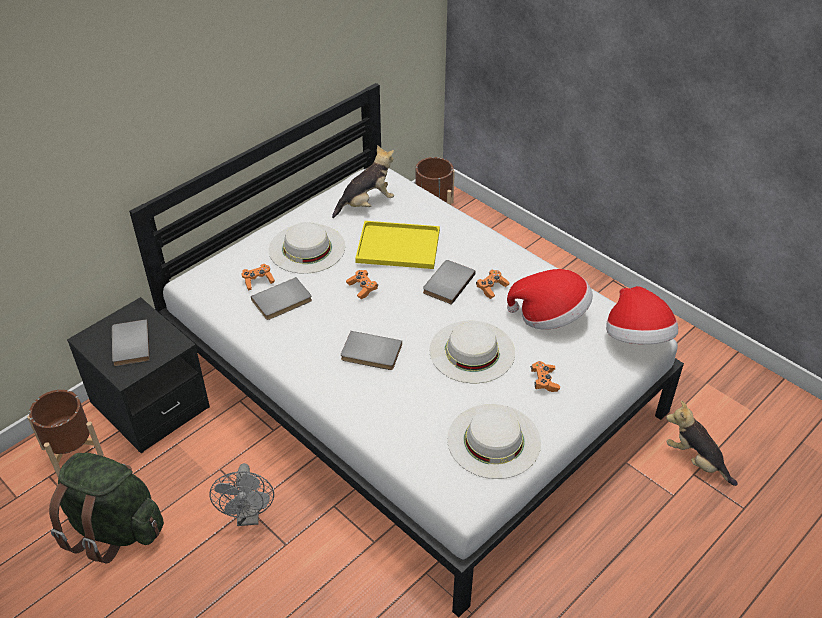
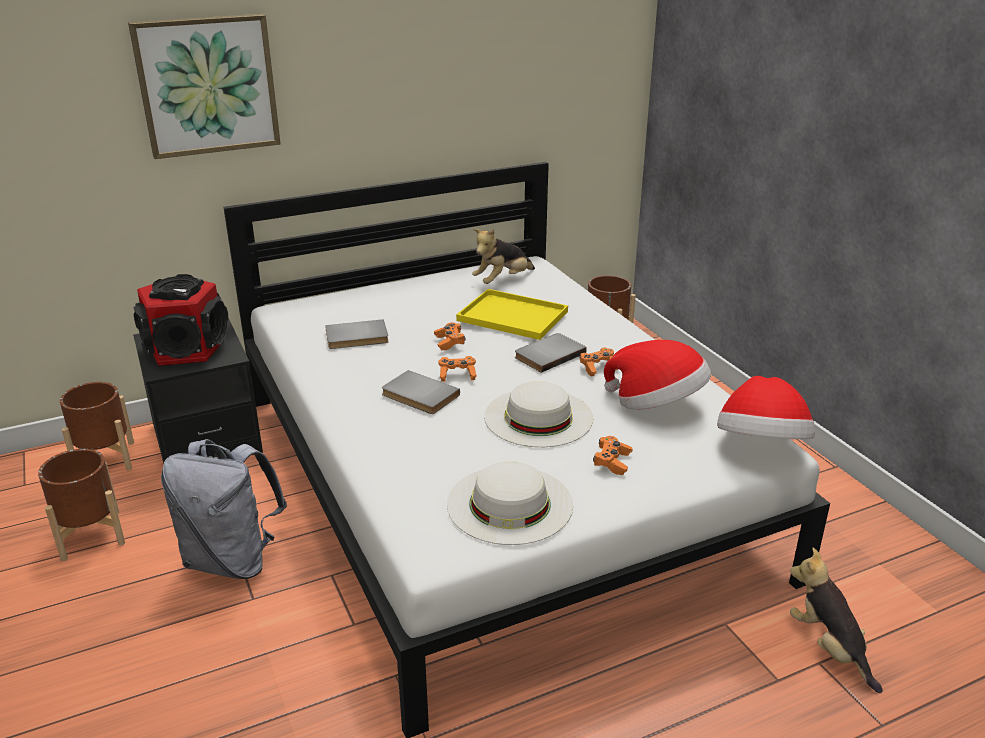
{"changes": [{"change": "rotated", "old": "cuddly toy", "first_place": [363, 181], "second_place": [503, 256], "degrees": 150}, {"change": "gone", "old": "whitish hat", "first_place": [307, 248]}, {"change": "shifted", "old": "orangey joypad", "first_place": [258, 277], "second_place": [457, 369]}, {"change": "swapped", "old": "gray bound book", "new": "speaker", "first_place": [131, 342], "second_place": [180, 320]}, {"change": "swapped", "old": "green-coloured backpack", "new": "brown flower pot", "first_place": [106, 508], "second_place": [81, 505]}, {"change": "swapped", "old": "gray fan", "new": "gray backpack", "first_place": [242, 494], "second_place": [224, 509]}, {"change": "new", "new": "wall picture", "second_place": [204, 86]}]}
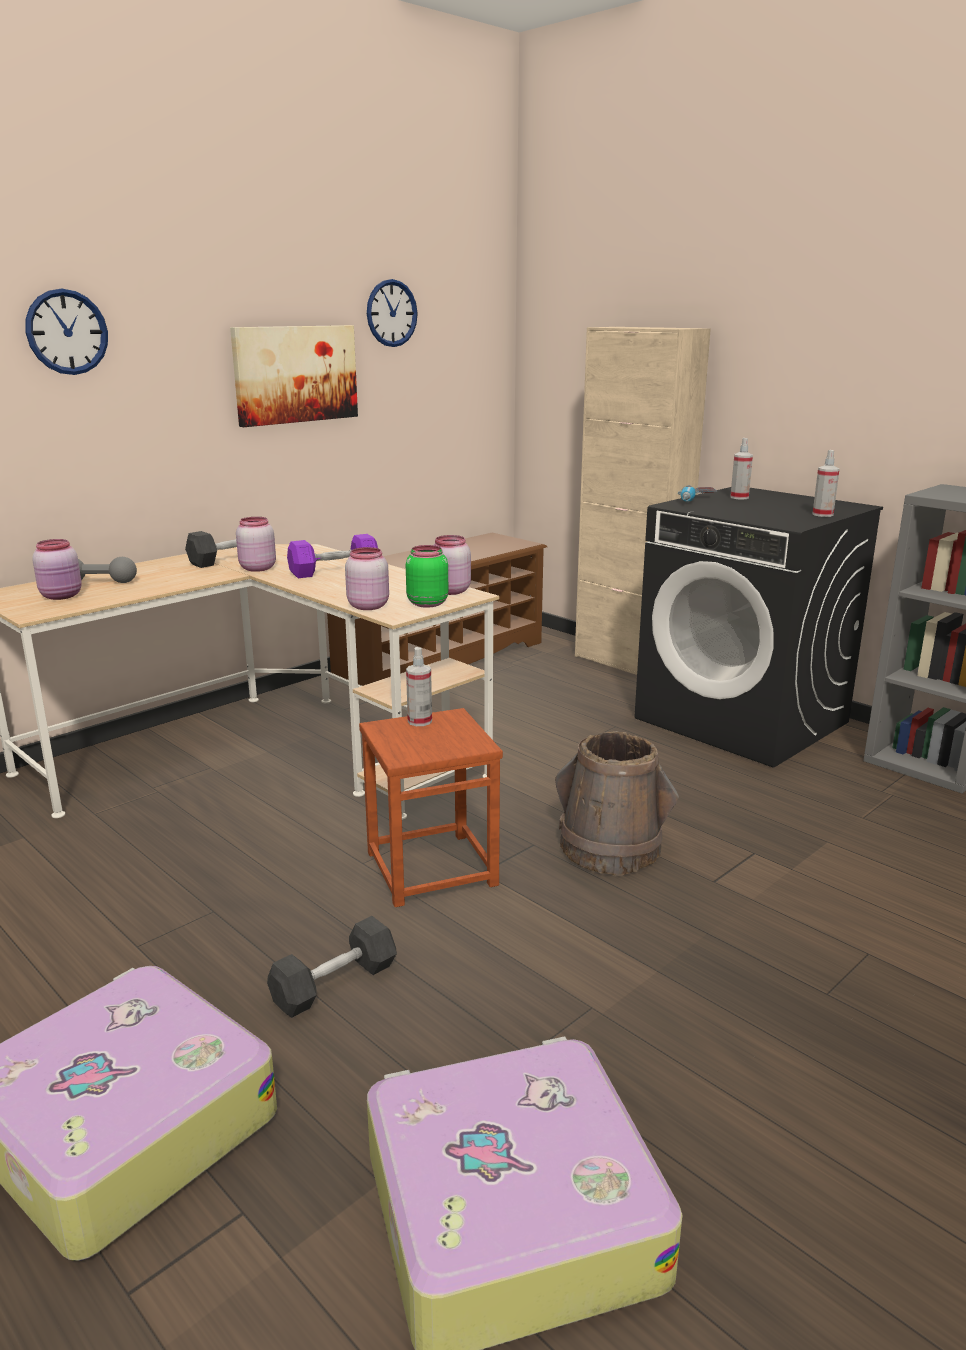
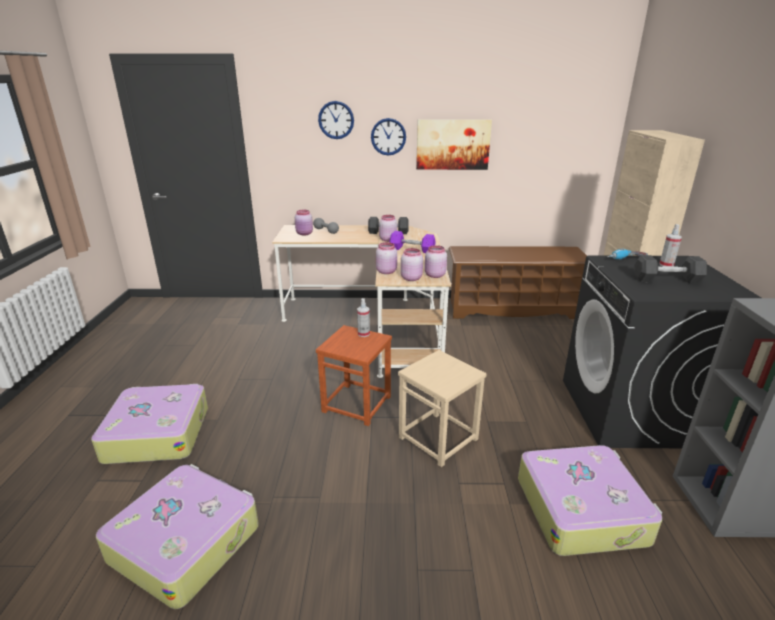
{"changes": [{"change": "shifted", "old": "wall clock", "first_place": [392, 313], "second_place": [388, 137]}, {"change": "gone", "old": "spray bottle", "first_place": [826, 483]}, {"change": "repainted", "old": "green-coloured jar", "new": "pinkish jar", "first_place": [427, 576], "second_place": [412, 264]}, {"change": "swapped", "old": "brown water bucket", "new": "beige-coloured stool", "first_place": [617, 803], "second_place": [442, 408]}, {"change": "shifted", "old": "gray dumbbell", "first_place": [332, 967], "second_place": [670, 269]}, {"change": "new", "new": "piece of luggage", "second_place": [590, 500]}]}
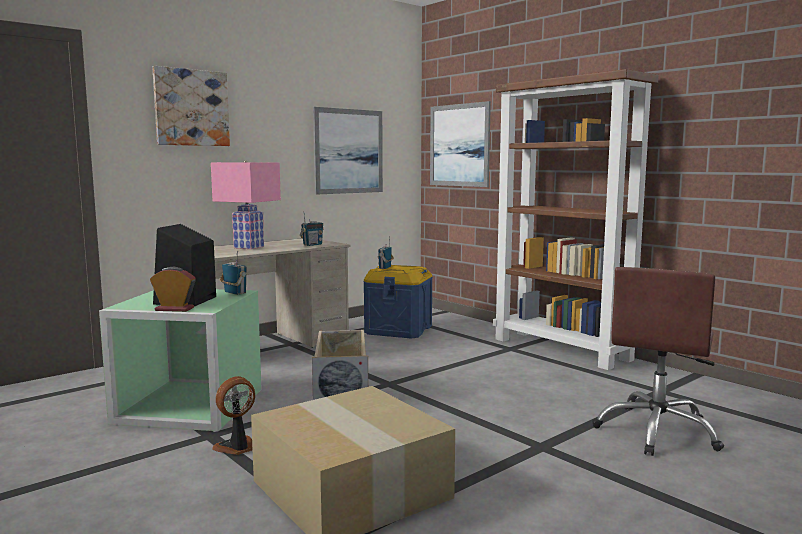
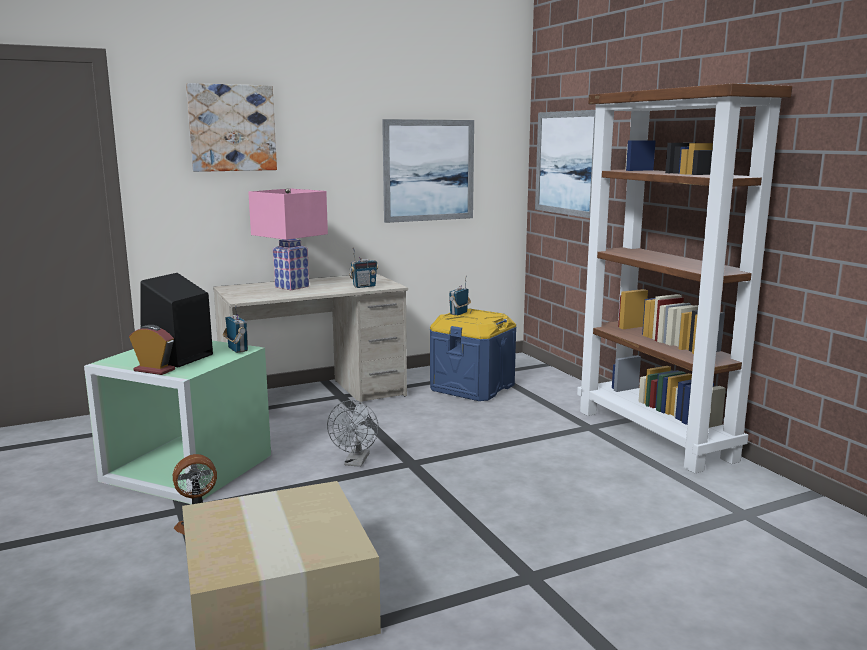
{"changes": [{"change": "gone", "old": "brown desk chair", "first_place": [658, 361]}, {"change": "swapped", "old": "beige-coloured storage box", "new": "gray fan", "first_place": [340, 365], "second_place": [353, 433]}]}
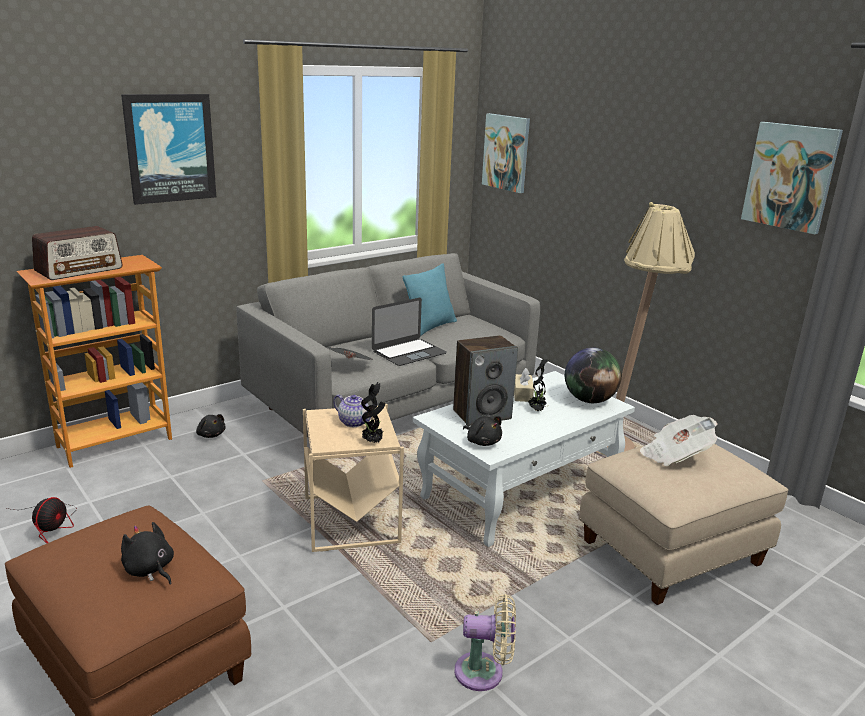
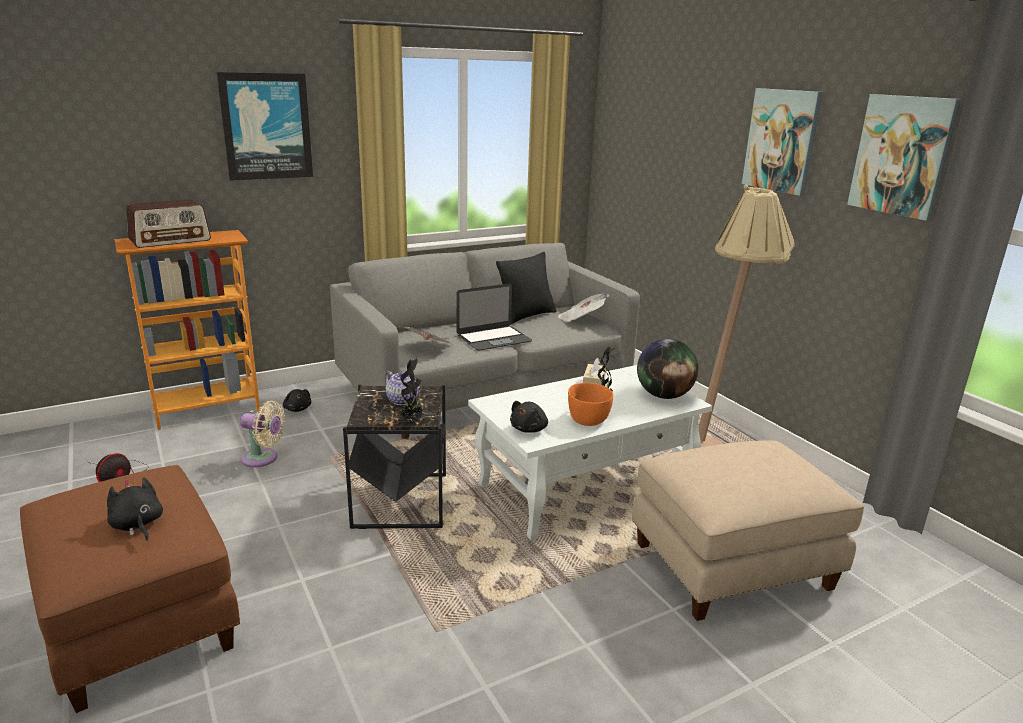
{"changes": [{"change": "shifted", "old": "wall picture", "first_place": [506, 153], "second_place": [782, 142]}, {"change": "repainted", "old": "turquoise cushion", "new": "black-coloured cushion", "first_place": [430, 299], "second_place": [526, 288]}, {"change": "gone", "old": "speaker", "first_place": [485, 380]}, {"change": "repainted", "old": "beige-coloured end table", "new": "black-coloured end table", "first_place": [353, 478], "second_place": [394, 456]}, {"change": "shifted", "old": "daily paper", "first_place": [679, 440], "second_place": [583, 308]}, {"change": "rotated", "old": "black-coloured cuddly toy", "first_place": [482, 431], "second_place": [529, 417], "degrees": 60}, {"change": "shifted", "old": "beige-coloured fan", "first_place": [485, 642], "second_place": [262, 434]}, {"change": "new", "new": "orangey deep dish", "second_place": [590, 404]}]}
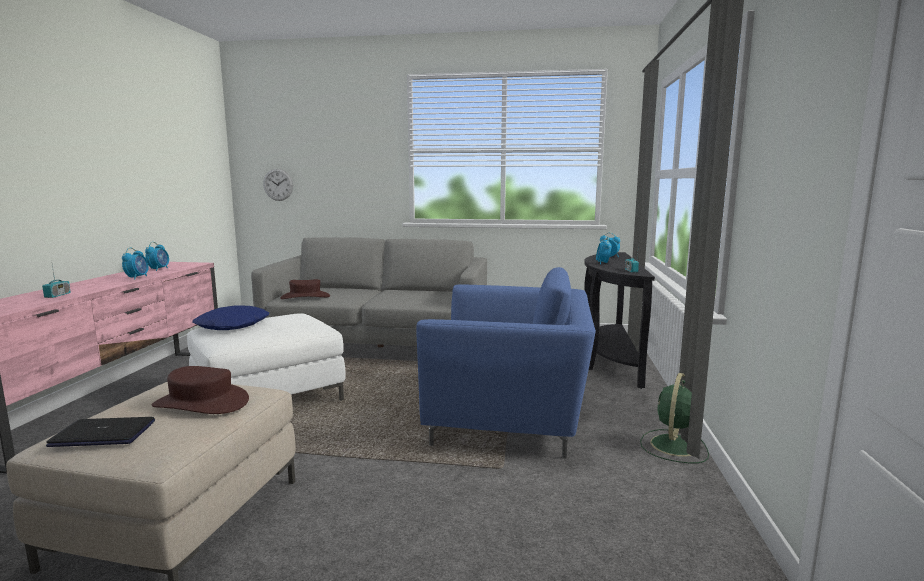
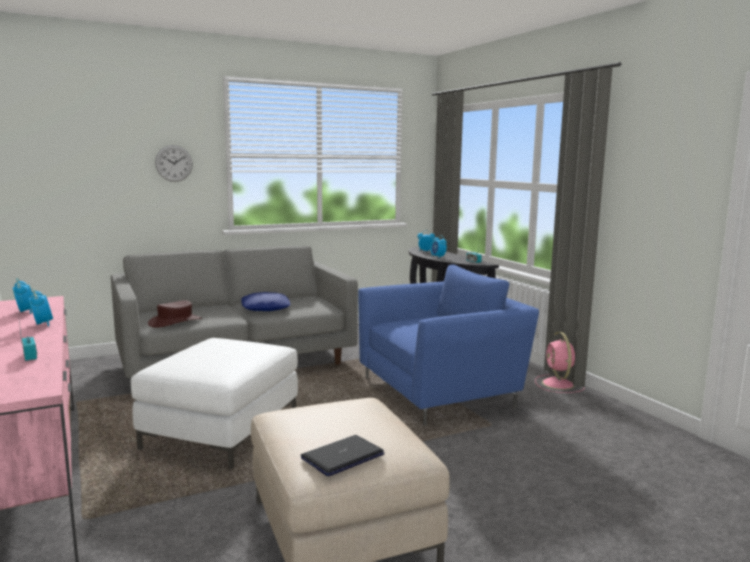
{"changes": [{"change": "shifted", "old": "wall clock", "first_place": [278, 185], "second_place": [174, 163]}, {"change": "shifted", "old": "blue cushion", "first_place": [230, 318], "second_place": [265, 301]}, {"change": "gone", "old": "brown hat", "first_place": [200, 390]}, {"change": "repainted", "old": "green-coloured fan", "new": "pinkish fan", "first_place": [674, 418], "second_place": [560, 362]}]}
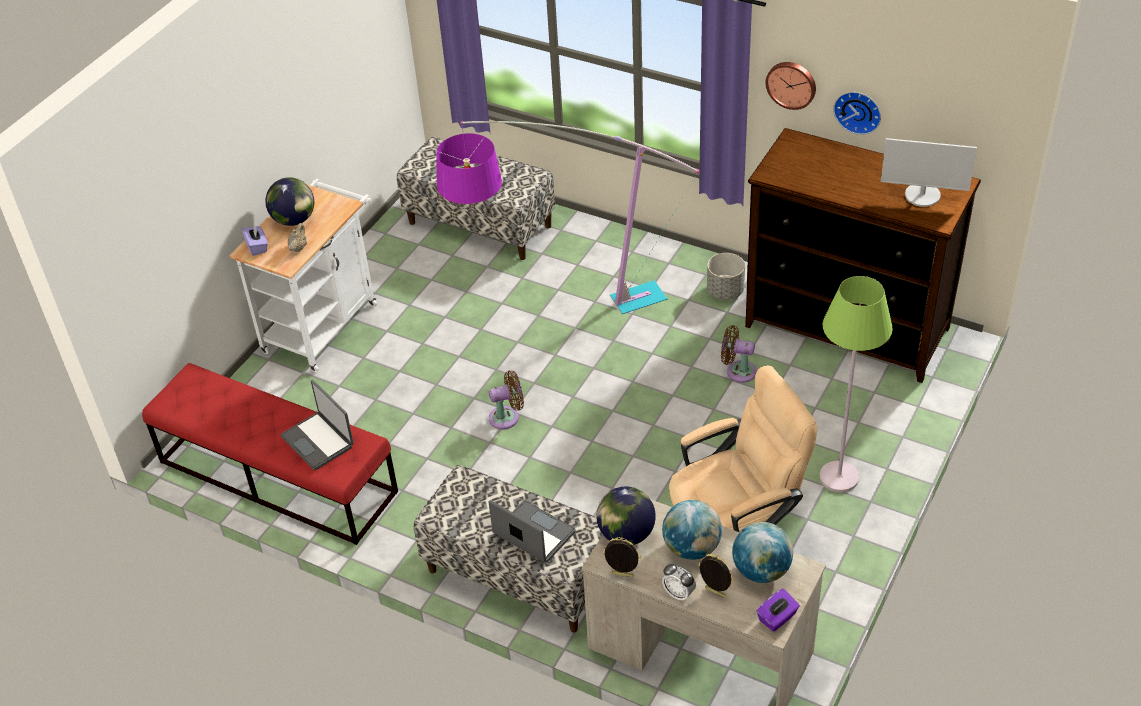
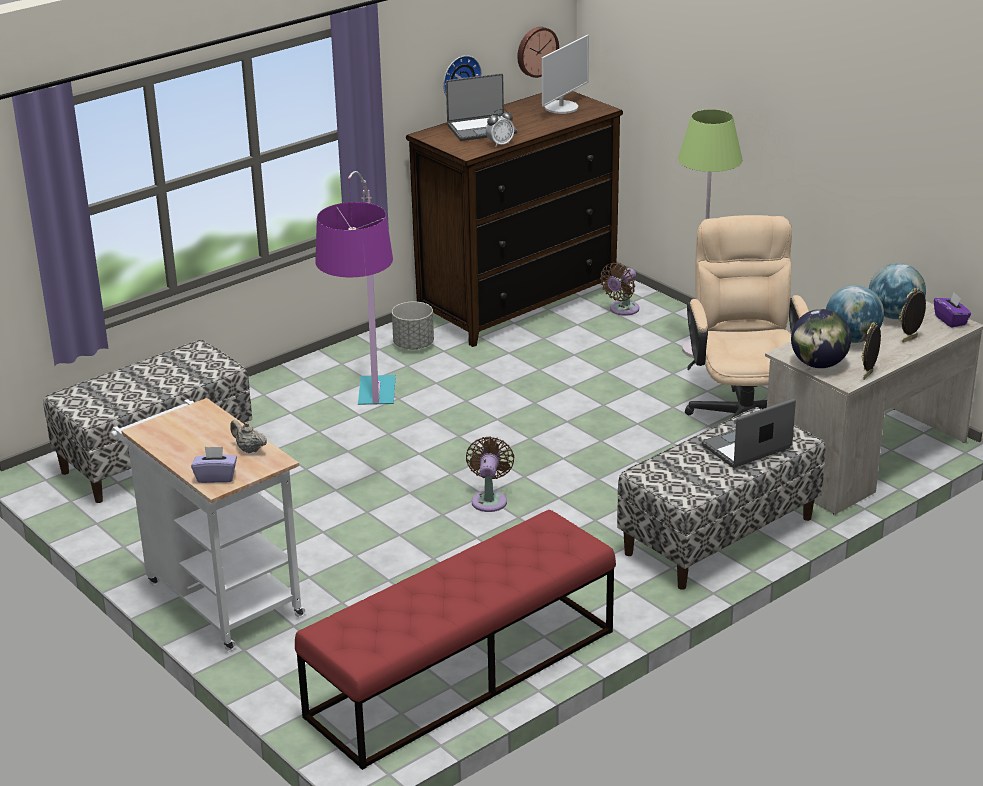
{"changes": [{"change": "shifted", "old": "wall clock", "first_place": [790, 86], "second_place": [538, 52]}, {"change": "gone", "old": "globe", "first_place": [289, 201]}, {"change": "shifted", "old": "brown fan", "first_place": [739, 354], "second_place": [619, 289]}, {"change": "shifted", "old": "laptop", "first_place": [317, 425], "second_place": [481, 107]}, {"change": "shifted", "old": "table clock", "first_place": [679, 583], "second_place": [500, 128]}]}
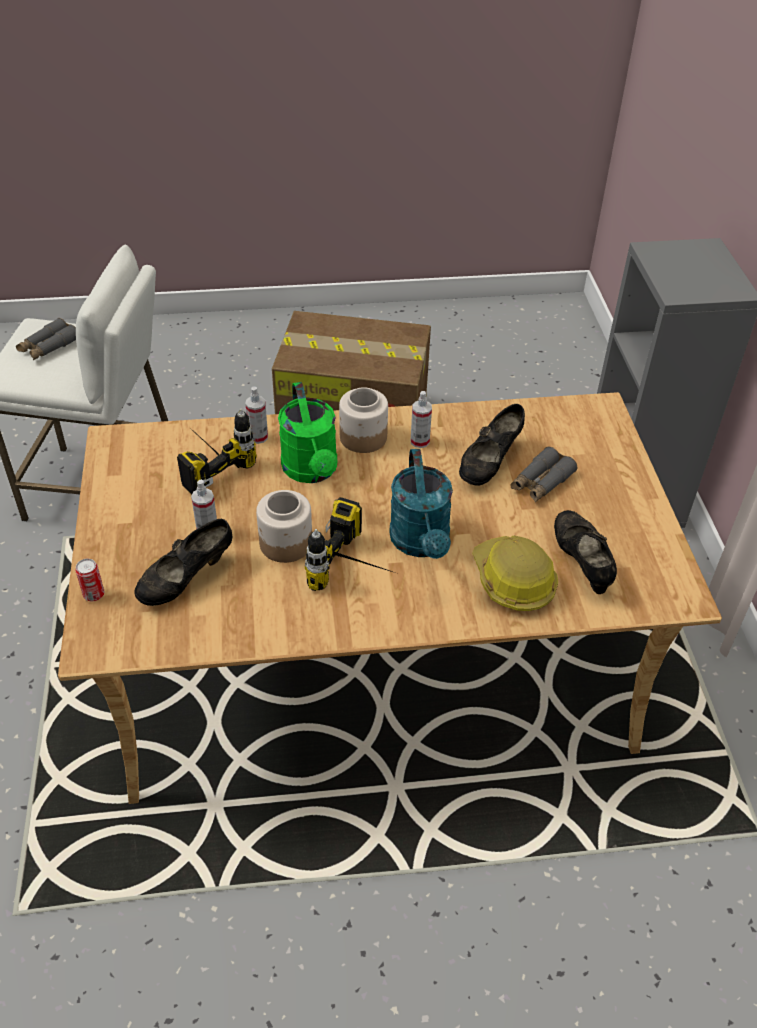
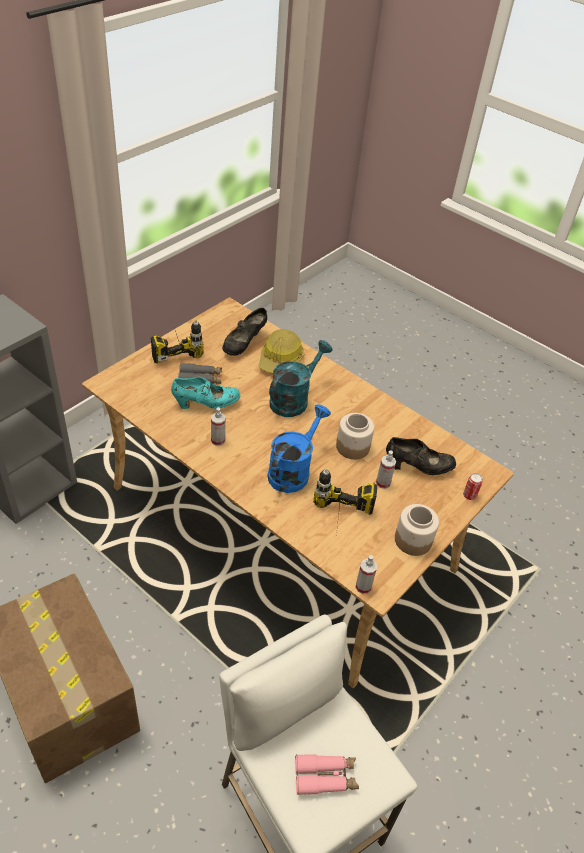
{"changes": [{"change": "repainted", "old": "gray field glasses", "new": "pinkish field glasses", "first_place": [46, 339], "second_place": [327, 774]}, {"change": "repainted", "old": "green-coloured watering pot", "new": "blue watering pot", "first_place": [308, 432], "second_place": [299, 448]}, {"change": "shifted", "old": "spray bottle", "first_place": [257, 415], "second_place": [366, 574]}, {"change": "shifted", "old": "jar", "first_place": [363, 420], "second_place": [417, 530]}, {"change": "repainted", "old": "black-coloured low shoe", "new": "turquoise low shoe", "first_place": [492, 445], "second_place": [205, 393]}, {"change": "shifted", "old": "electric drill", "first_place": [350, 544], "second_place": [177, 341]}]}
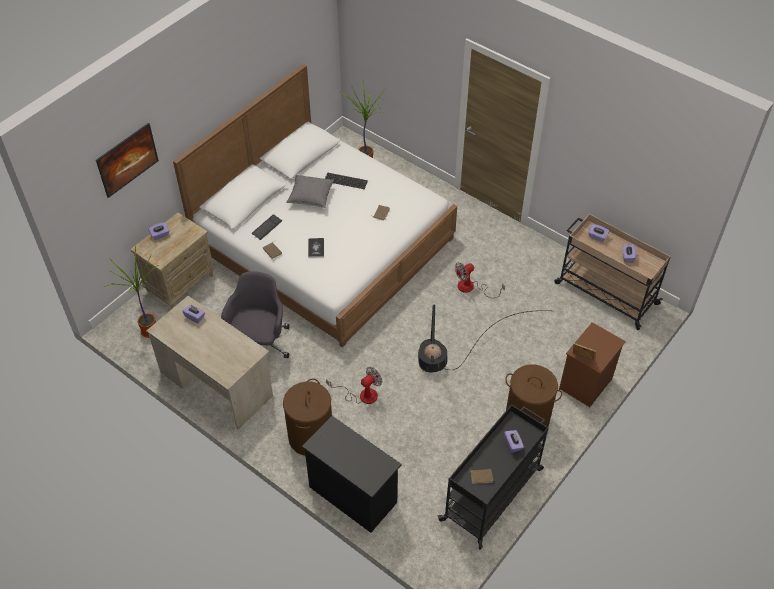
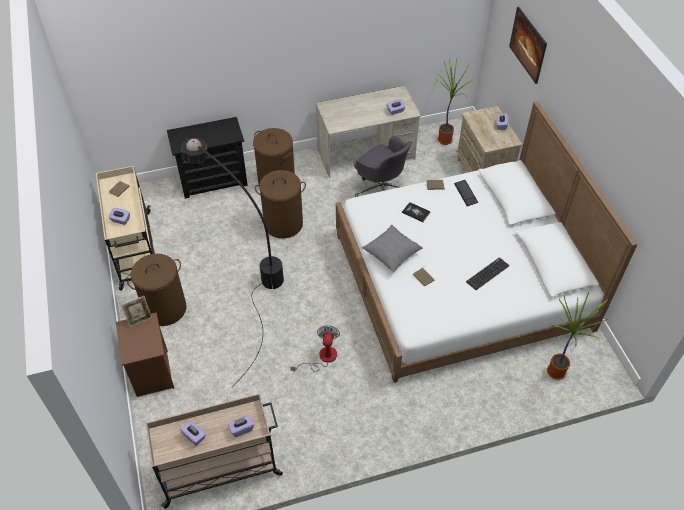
{"changes": [{"change": "shifted", "old": "gray cushion", "first_place": [310, 191], "second_place": [392, 248]}, {"change": "swapped", "old": "fan", "new": "brown washing basket", "first_place": [354, 385], "second_place": [280, 204]}, {"change": "repainted", "old": "black-coloured cart", "new": "beige-coloured cart", "first_place": [493, 476], "second_place": [125, 228]}]}
